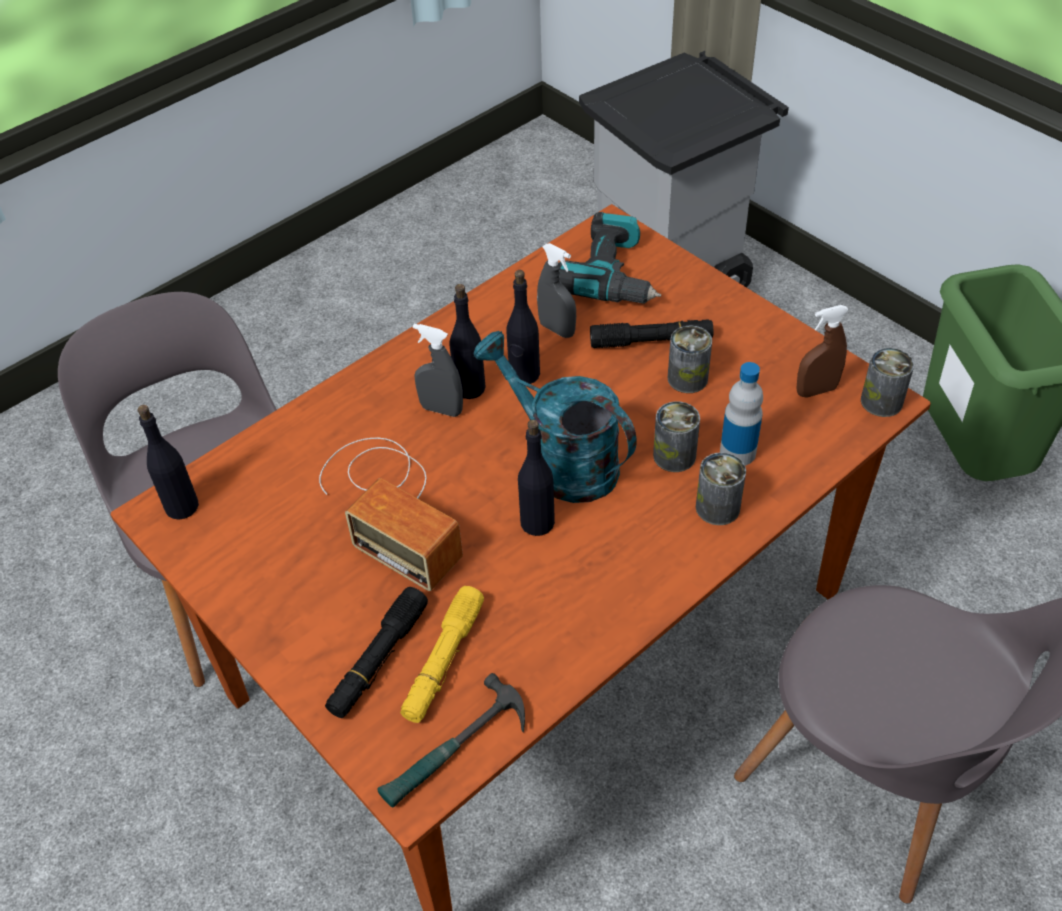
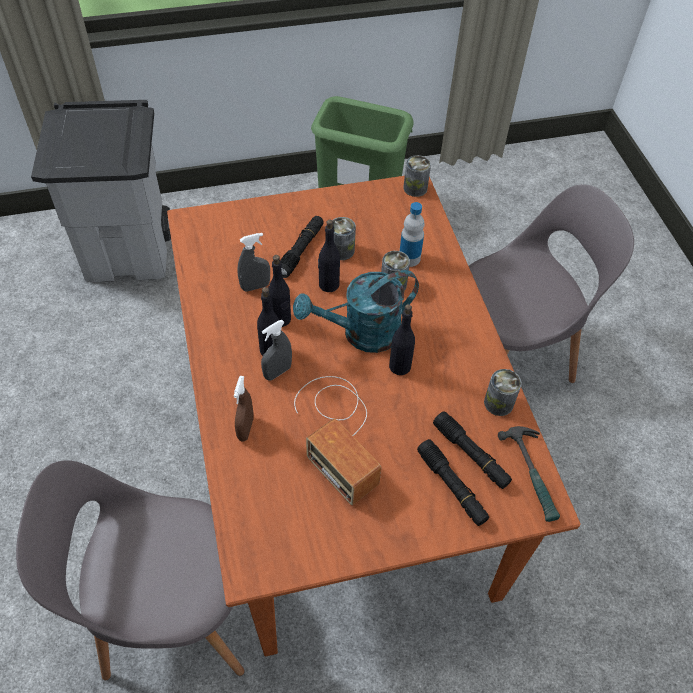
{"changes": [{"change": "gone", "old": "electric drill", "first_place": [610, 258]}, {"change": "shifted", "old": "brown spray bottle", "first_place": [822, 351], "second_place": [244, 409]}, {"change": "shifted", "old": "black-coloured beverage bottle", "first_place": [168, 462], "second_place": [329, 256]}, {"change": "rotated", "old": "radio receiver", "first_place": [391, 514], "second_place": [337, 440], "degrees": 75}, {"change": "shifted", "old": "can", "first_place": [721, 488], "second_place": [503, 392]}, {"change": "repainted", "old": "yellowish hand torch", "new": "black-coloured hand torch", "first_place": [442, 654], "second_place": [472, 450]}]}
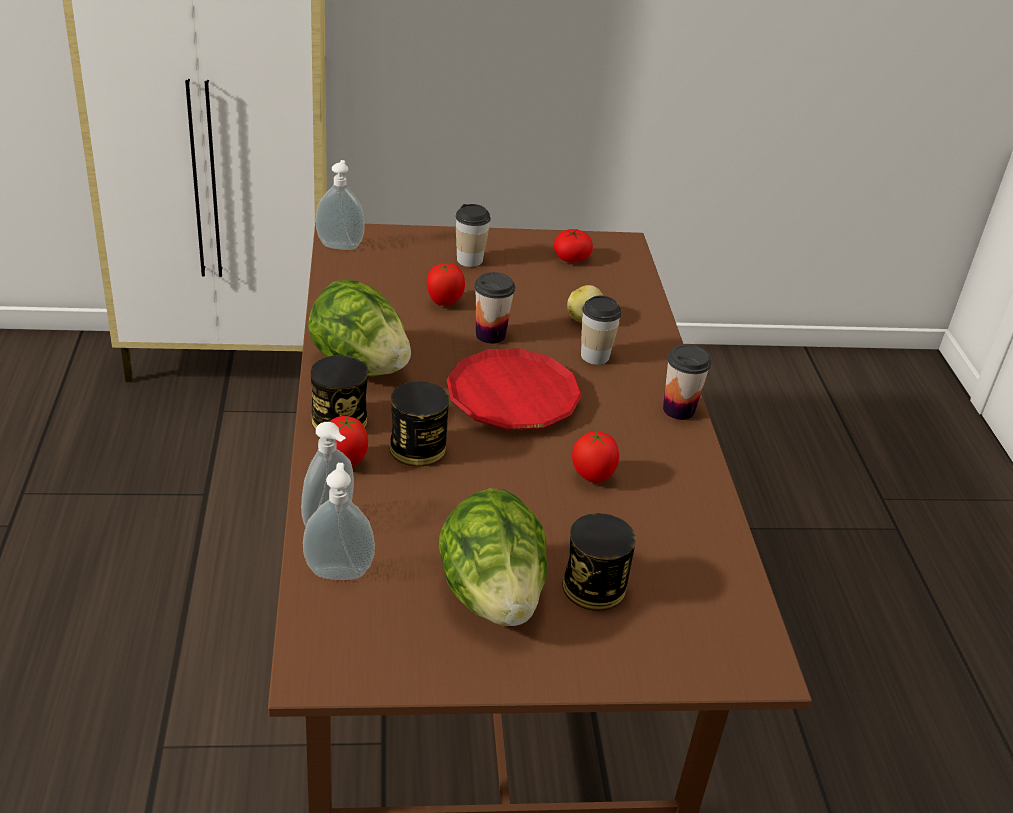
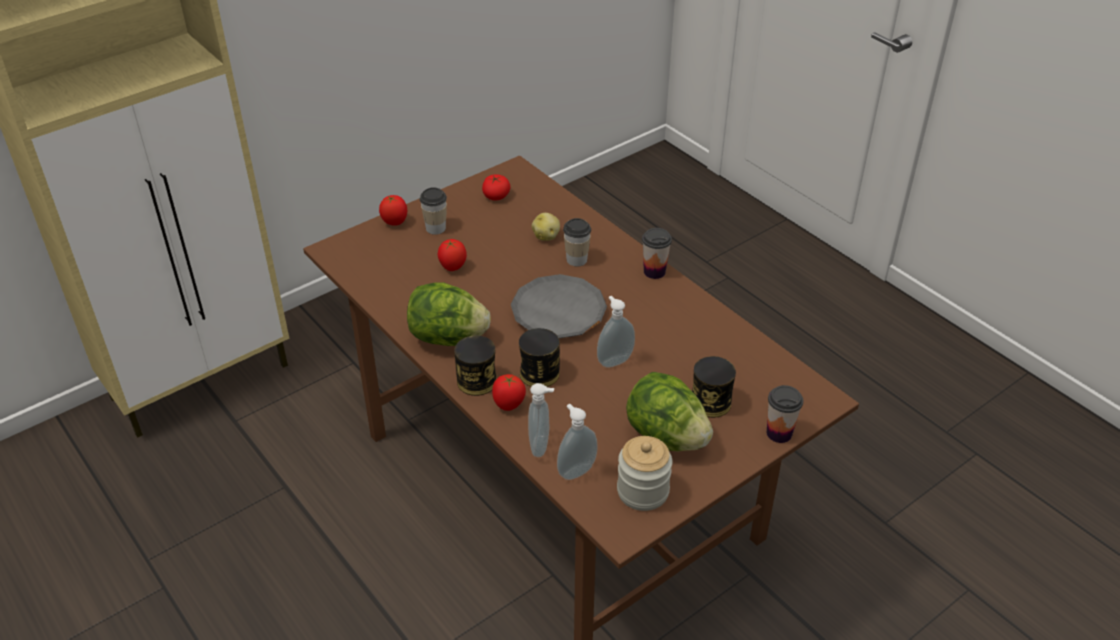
{"changes": [{"change": "shifted", "old": "soap bottle", "first_place": [340, 205], "second_place": [616, 332]}, {"change": "shifted", "old": "small cup", "first_place": [494, 308], "second_place": [785, 414]}, {"change": "repainted", "old": "red-coloured dinner plate", "new": "gray dinner plate", "first_place": [514, 389], "second_place": [559, 306]}, {"change": "shifted", "old": "whole tomato", "first_place": [595, 456], "second_place": [393, 210]}, {"change": "new", "new": "jar", "second_place": [644, 473]}]}
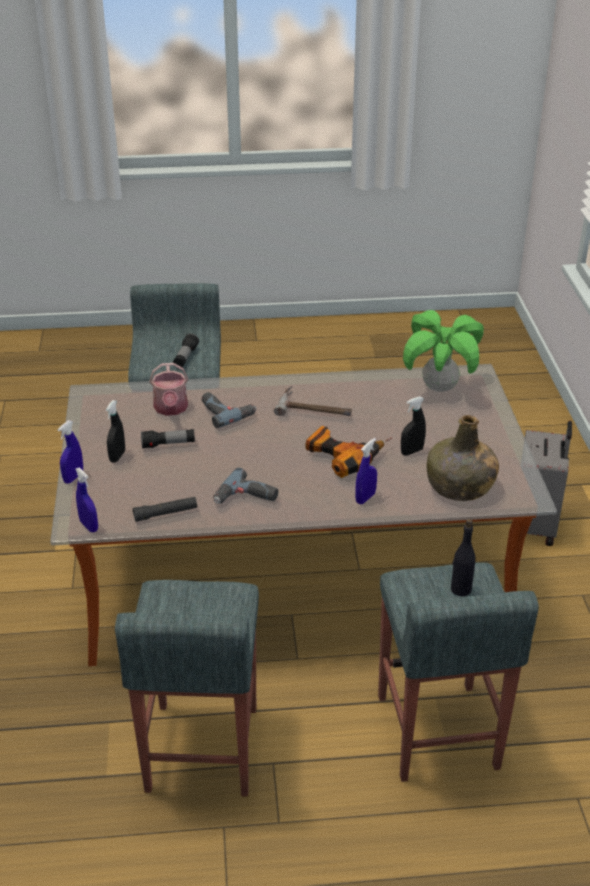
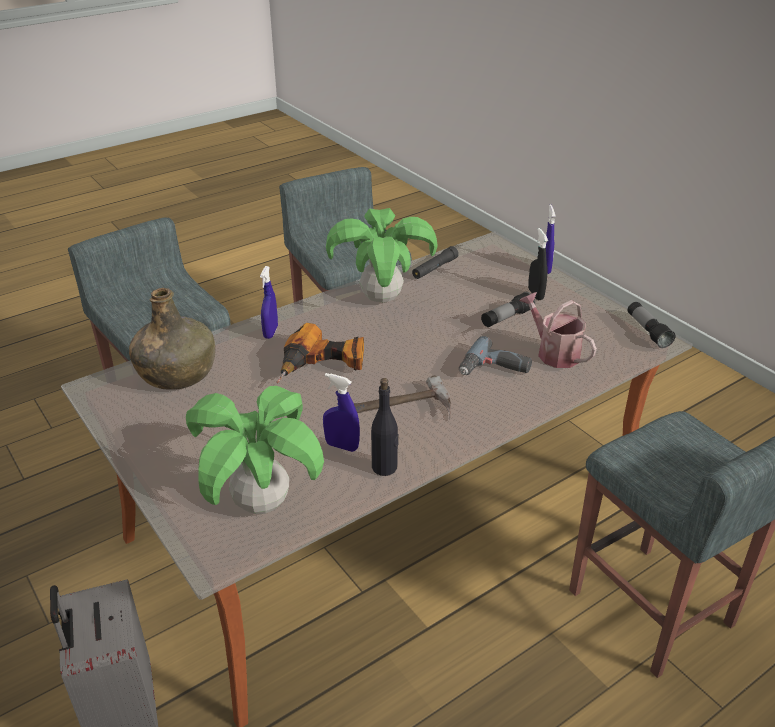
{"changes": [{"change": "shifted", "old": "hand torch", "first_place": [186, 350], "second_place": [652, 325]}, {"change": "gone", "old": "black-coloured spray bottle", "first_place": [413, 425]}, {"change": "shifted", "old": "blue spray bottle", "first_place": [86, 499], "second_place": [341, 412]}, {"change": "swapped", "old": "electric drill", "new": "potted plant", "first_place": [245, 485], "second_place": [382, 255]}, {"change": "shifted", "old": "black-coloured beverage bottle", "first_place": [463, 558], "second_place": [385, 427]}]}
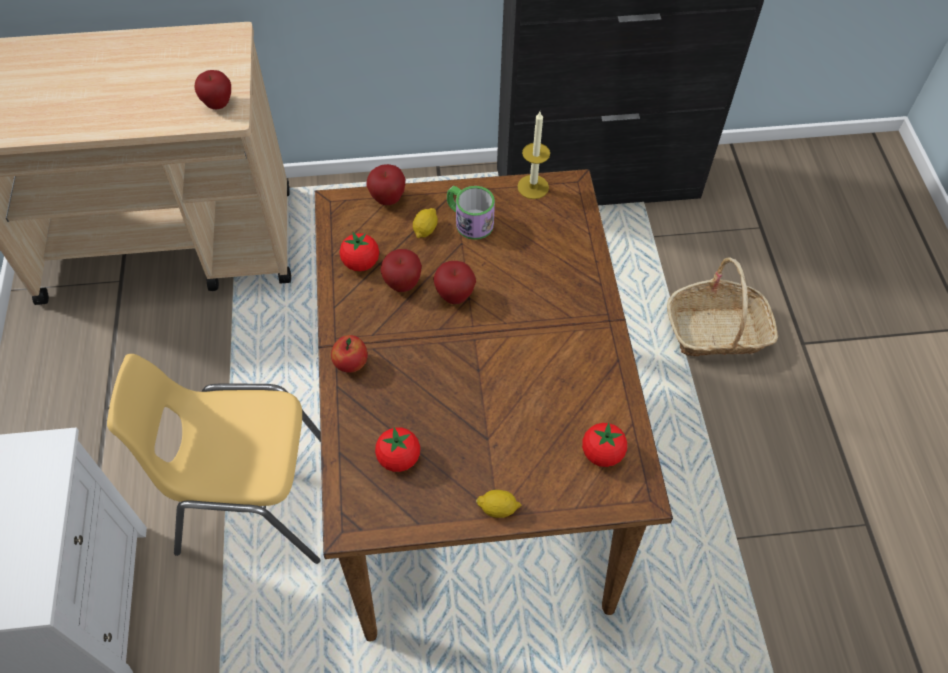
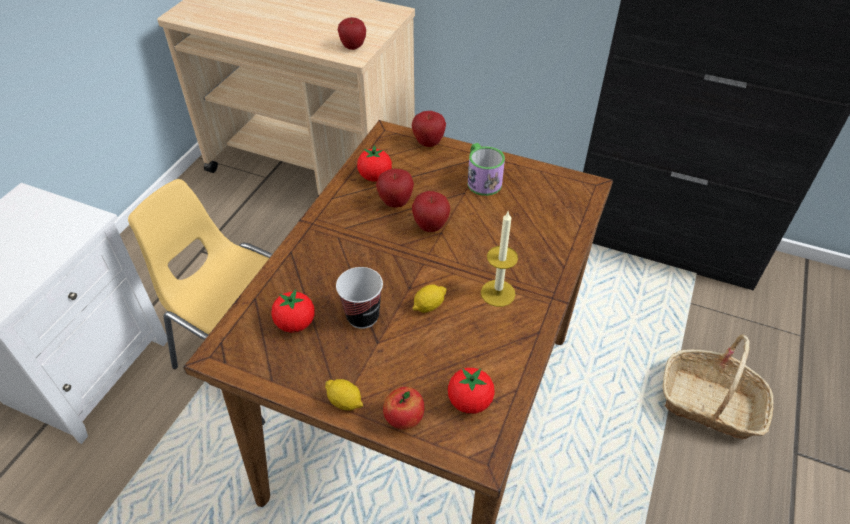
{"changes": [{"change": "shifted", "old": "wax light", "first_place": [533, 155], "second_place": [499, 259]}, {"change": "shifted", "old": "whole lemon", "first_place": [425, 223], "second_place": [430, 298]}, {"change": "shifted", "old": "apple", "first_place": [349, 354], "second_place": [403, 408]}, {"change": "new", "new": "small cup", "second_place": [359, 298]}]}
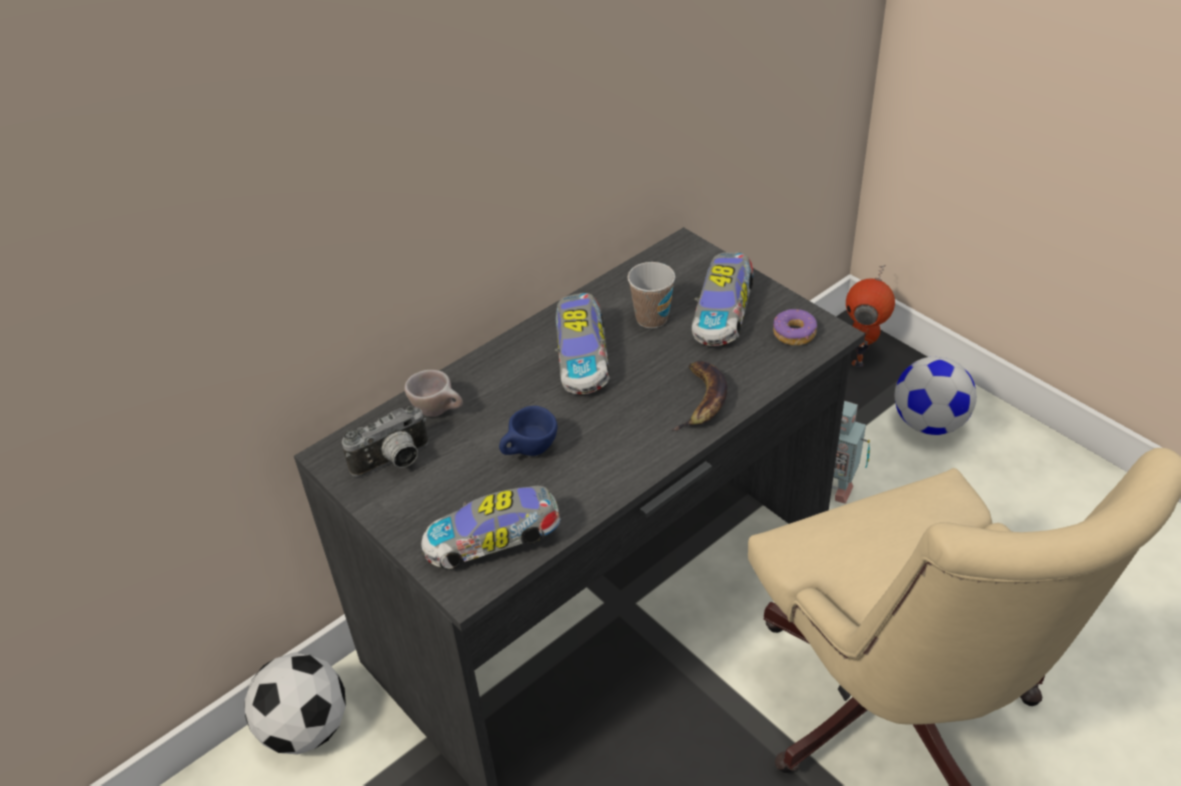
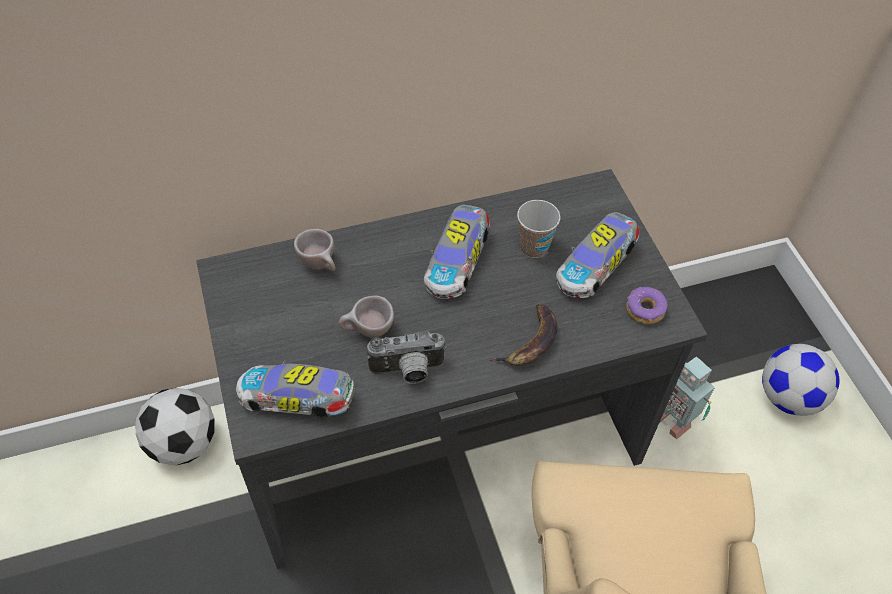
{"changes": [{"change": "gone", "old": "robot figure", "first_place": [870, 316]}, {"change": "shifted", "old": "photo camera", "first_place": [385, 441], "second_place": [406, 357]}, {"change": "repainted", "old": "blue small cup", "new": "beige-coloured small cup", "first_place": [528, 431], "second_place": [366, 316]}]}
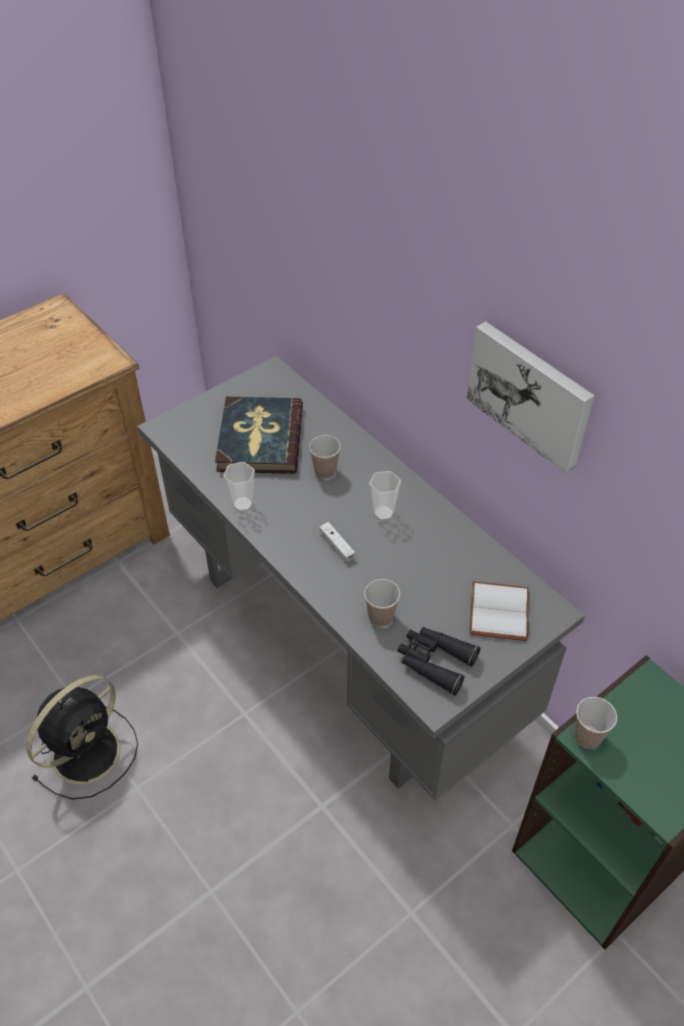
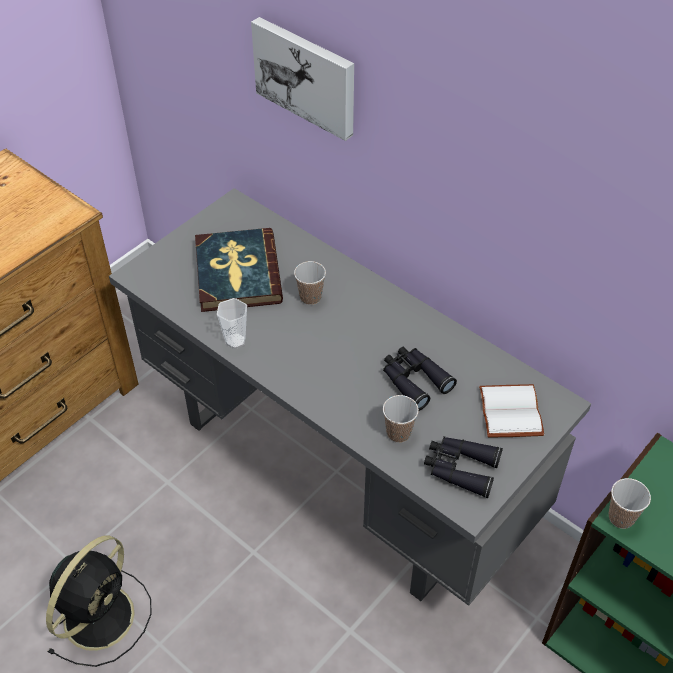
{"changes": [{"change": "shifted", "old": "wall picture", "first_place": [531, 398], "second_place": [302, 79]}, {"change": "gone", "old": "small cup", "first_place": [385, 496]}, {"change": "gone", "old": "whitish joypad", "first_place": [337, 542]}, {"change": "new", "new": "black-coloured field glasses", "second_place": [420, 379]}]}
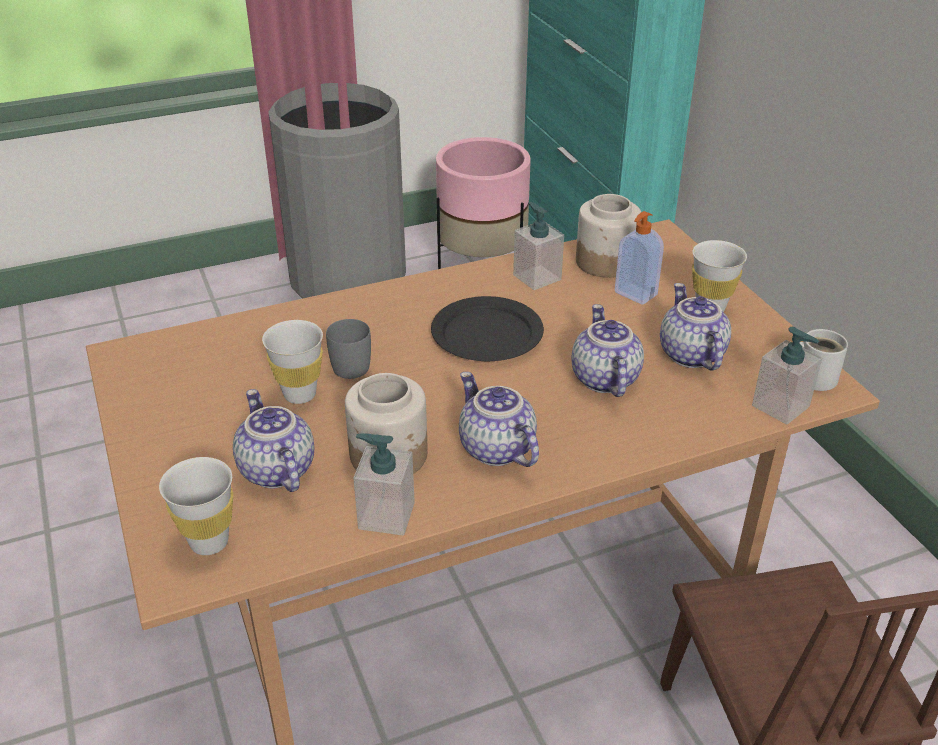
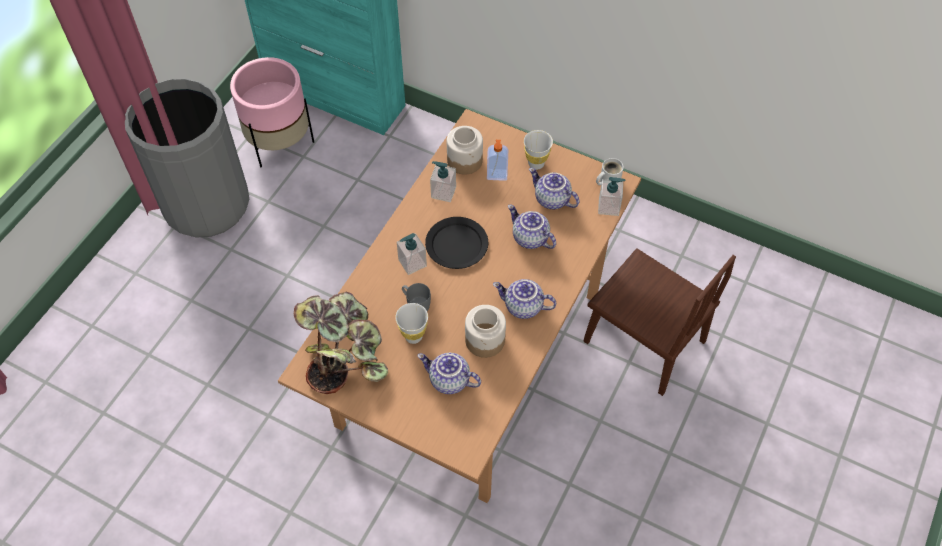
{"changes": [{"change": "shifted", "old": "soap bottle", "first_place": [384, 484], "second_place": [412, 254]}, {"change": "gone", "old": "whitish small cup", "first_place": [196, 506]}, {"change": "new", "new": "potted plant", "second_place": [341, 343]}]}
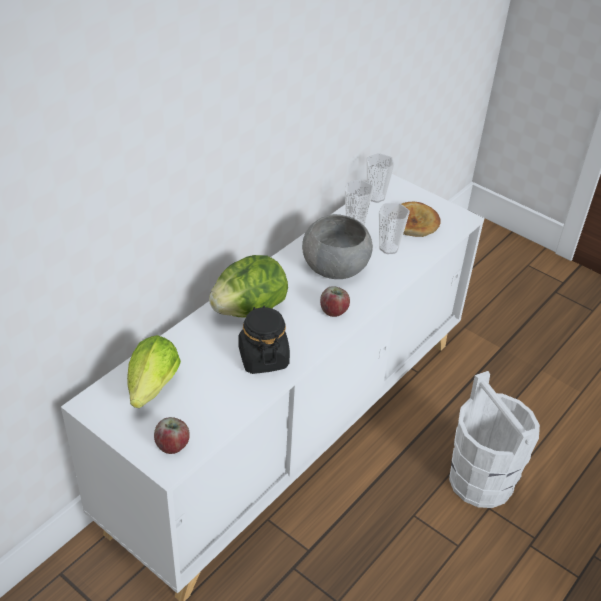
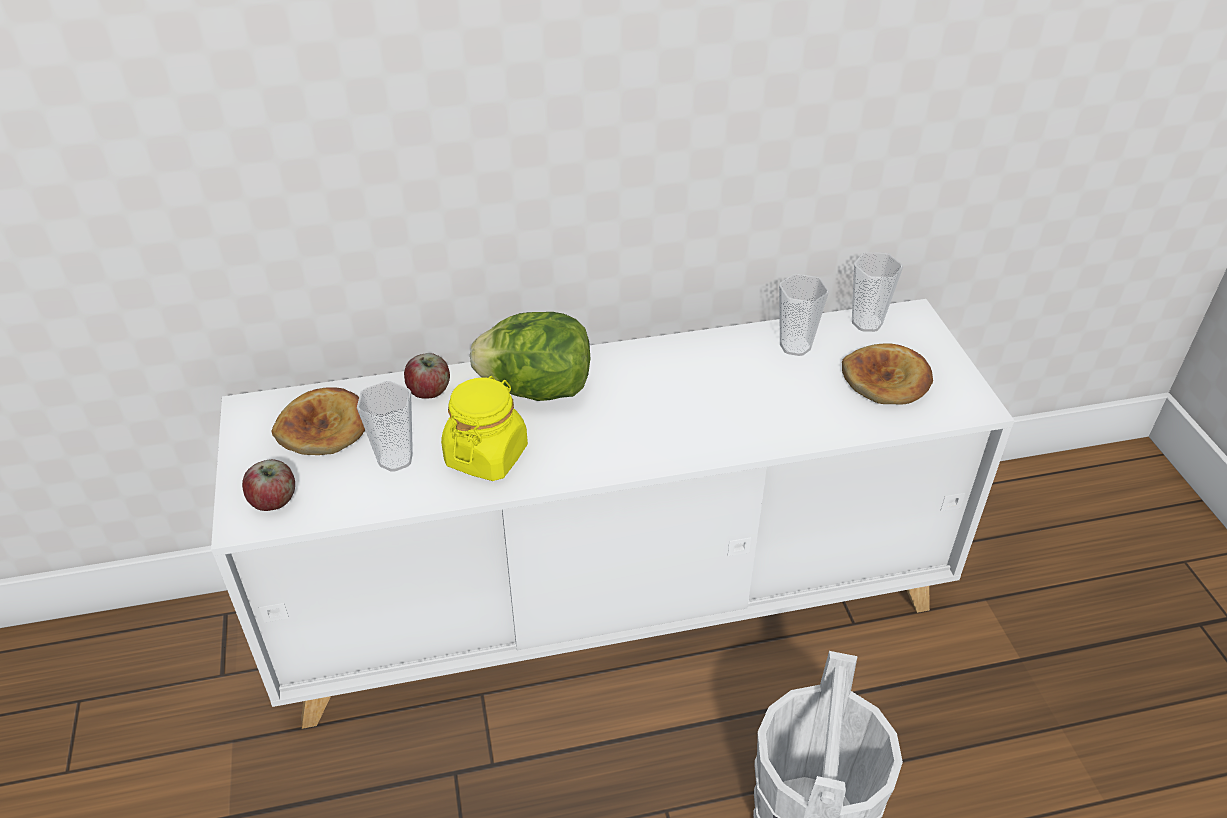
{"changes": [{"change": "shifted", "old": "small cup", "first_place": [394, 228], "second_place": [385, 426]}, {"change": "gone", "old": "gray deep dish", "first_place": [337, 246]}, {"change": "shifted", "old": "apple", "first_place": [335, 301], "second_place": [427, 376]}, {"change": "repainted", "old": "black-coloured jar", "new": "yellowish jar", "first_place": [264, 340], "second_place": [484, 428]}, {"change": "swapped", "old": "head of lettuce", "new": "baked bread", "first_place": [154, 371], "second_place": [318, 421]}]}
